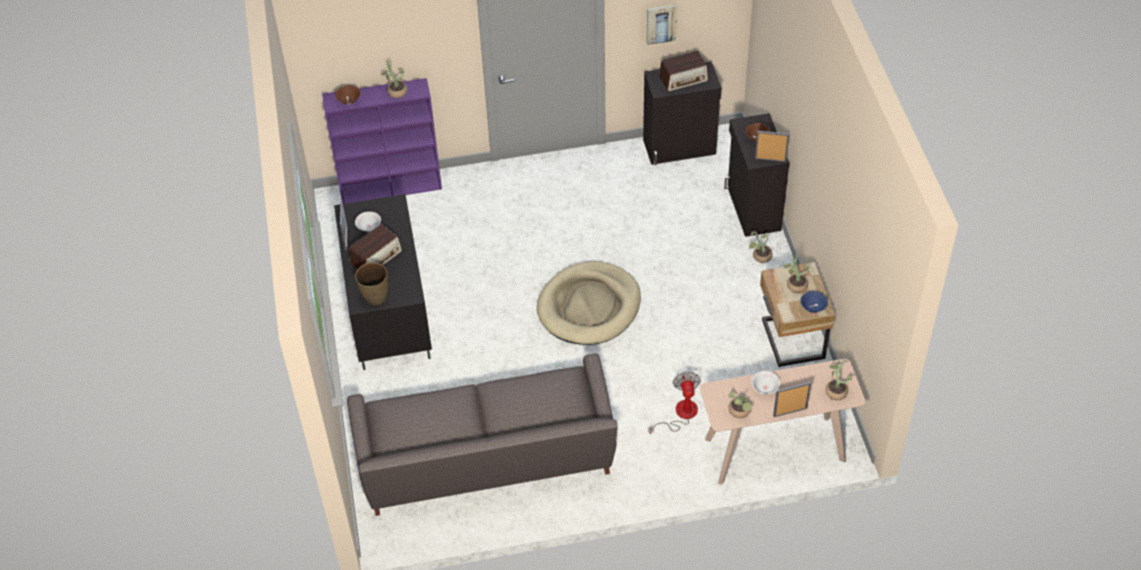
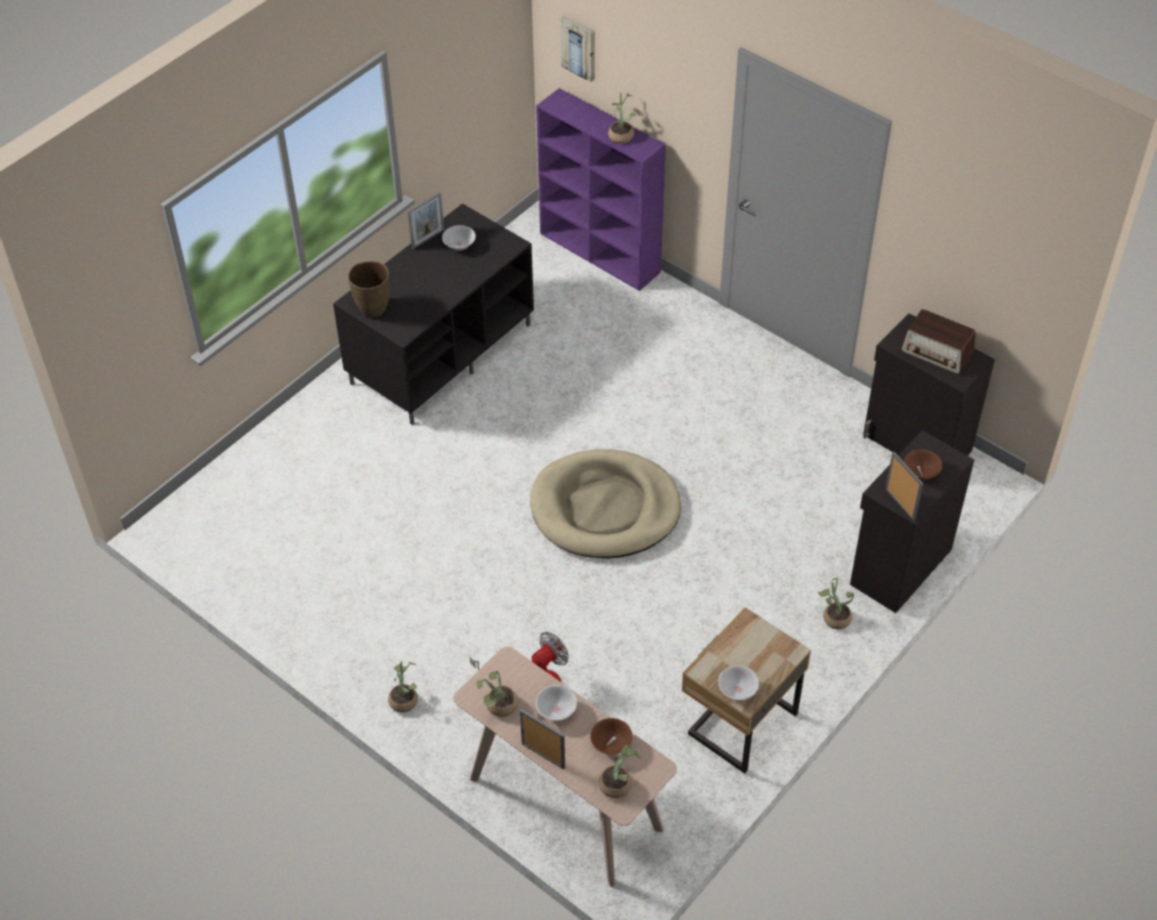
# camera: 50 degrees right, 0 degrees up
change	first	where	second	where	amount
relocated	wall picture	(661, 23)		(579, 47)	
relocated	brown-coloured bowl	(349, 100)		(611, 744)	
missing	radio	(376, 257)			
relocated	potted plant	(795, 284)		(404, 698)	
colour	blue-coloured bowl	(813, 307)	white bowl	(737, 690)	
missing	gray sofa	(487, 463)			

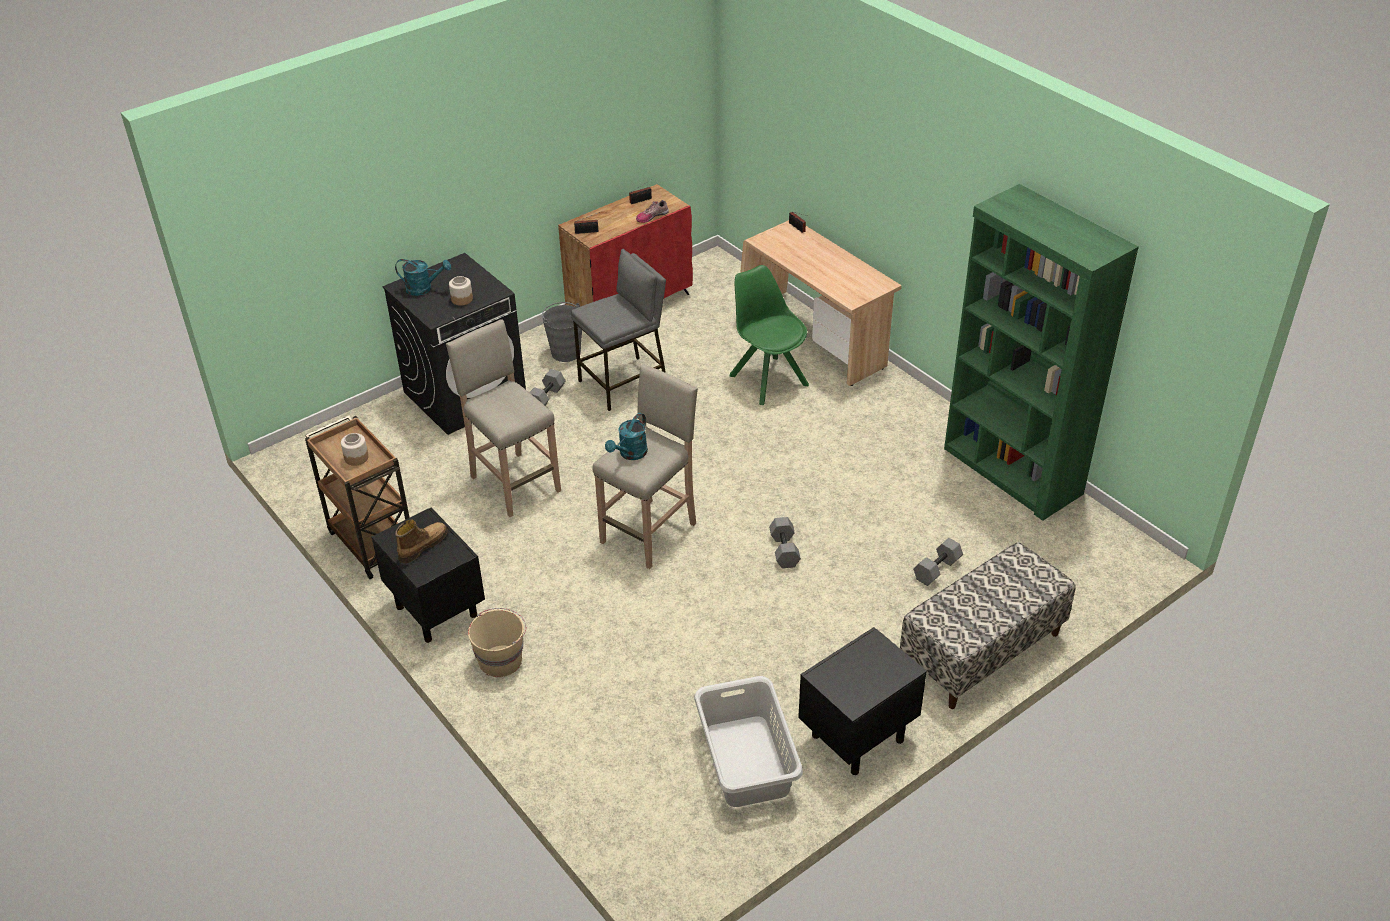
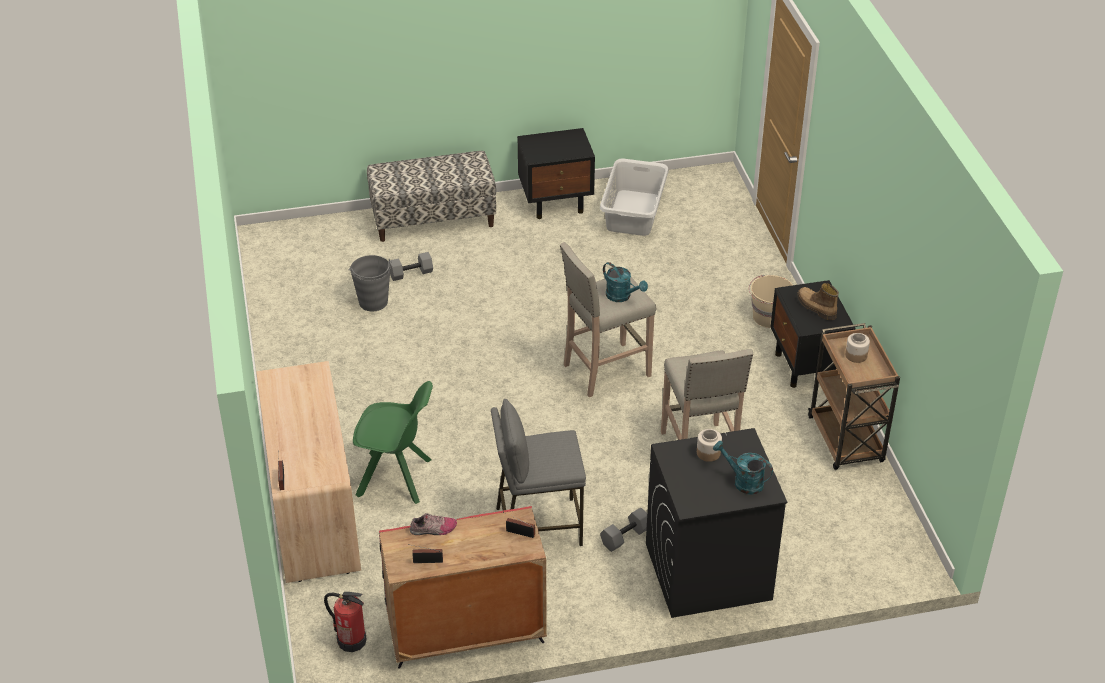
# camera: 155 degrees left, 0 degrees up
change	first	where	second	where	amount
missing	green bookshelf	(1012, 472)			
spun	green chair	(767, 379)		(396, 478)	75 degrees counterclockwise
relocated	gray pail	(566, 353)		(373, 302)	
spun	turquoise-coloured watering pot	(630, 454)		(622, 296)	75 degrees clockwise
missing	gray dumbbell	(785, 550)			
spun	boot	(422, 546)		(815, 307)	75 degrees clockwise
appeared			fire extinguisher	(351, 640)	

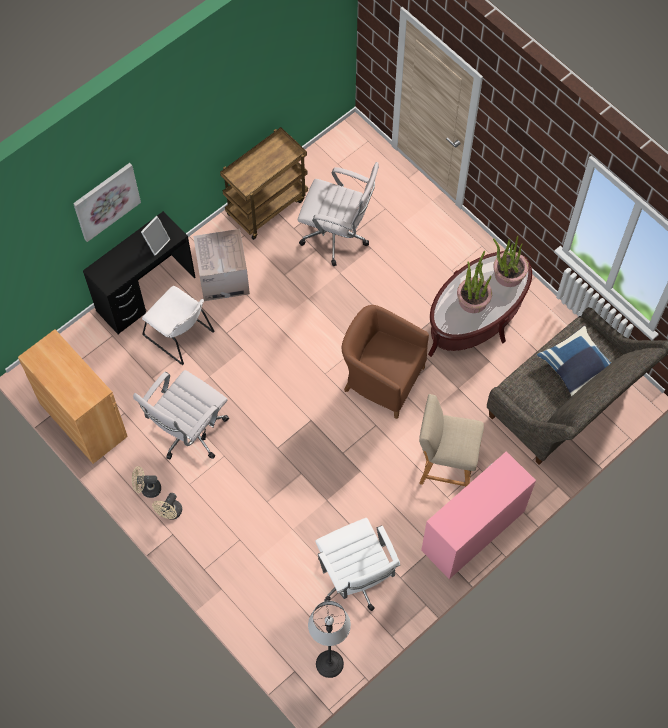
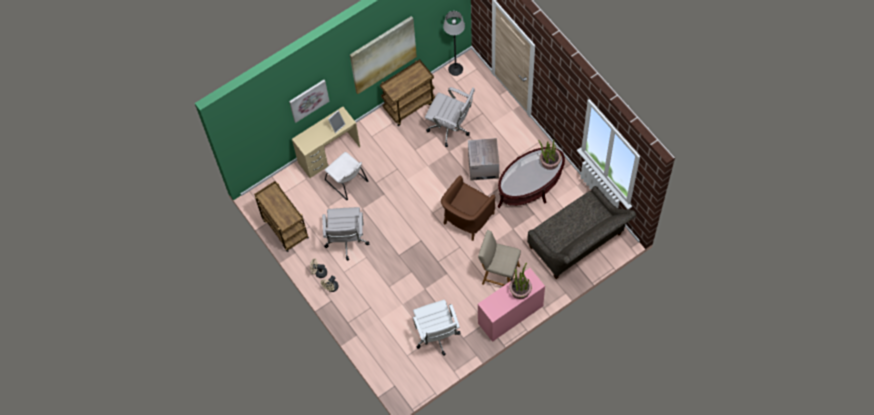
# camera: 10 degrees right, 0 degrees up
change	first	where	second	where	amount
colour	black-coloured desk unit	(145, 293)	sand-coloured desk unit	(329, 154)	
relocated	cardboard box	(223, 277)		(483, 166)	
relocated	potted plant	(473, 300)		(520, 290)	
spun	brown-coloured lounge chair	(381, 379)		(467, 219)	90 degrees counterclockwise
missing	blue-coloured cushion	(575, 366)			
exchanged	brown-coloured cupboard	(83, 420)	brown-coloured trolley	(284, 228)	
spun	white office chair	(188, 433)		(346, 241)	45 degrees counterclockwise
relocated	standard lamp	(329, 663)		(455, 69)	
appeared			wall picture	(383, 54)	

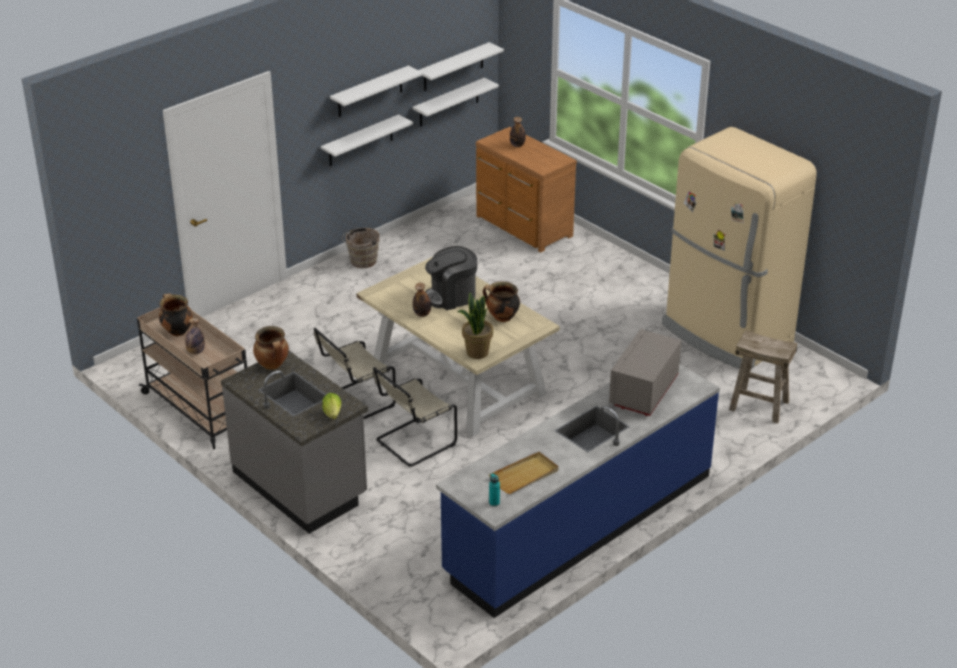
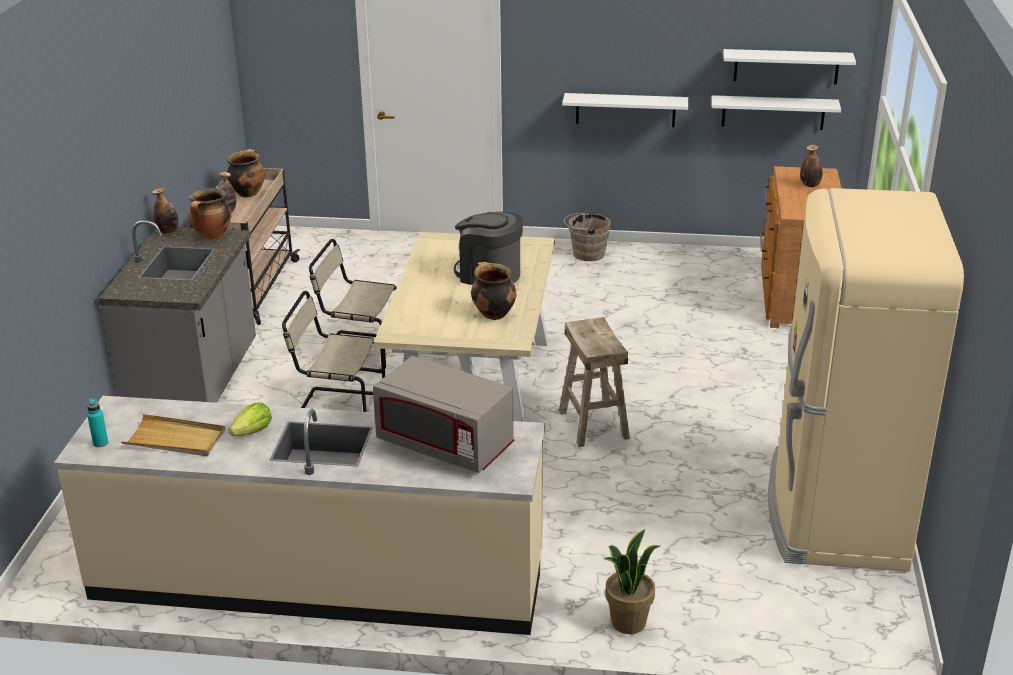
# camera: 50 degrees right, 5 degrees down
change	first	where	second	where	amount
missing	white bracket shelf	(370, 92)			
relocated	drink bottle	(422, 314)		(168, 231)	
relocated	potted plant	(477, 352)		(628, 622)	
spun	gray microwave	(643, 391)		(445, 445)	135 degrees counterclockwise
relocated	sand-coloured stool	(758, 406)		(593, 424)	
colour	blue-coloured counter	(579, 524)	sand-coloured counter	(318, 579)	
relocated	head of lettuce	(332, 413)		(253, 432)	

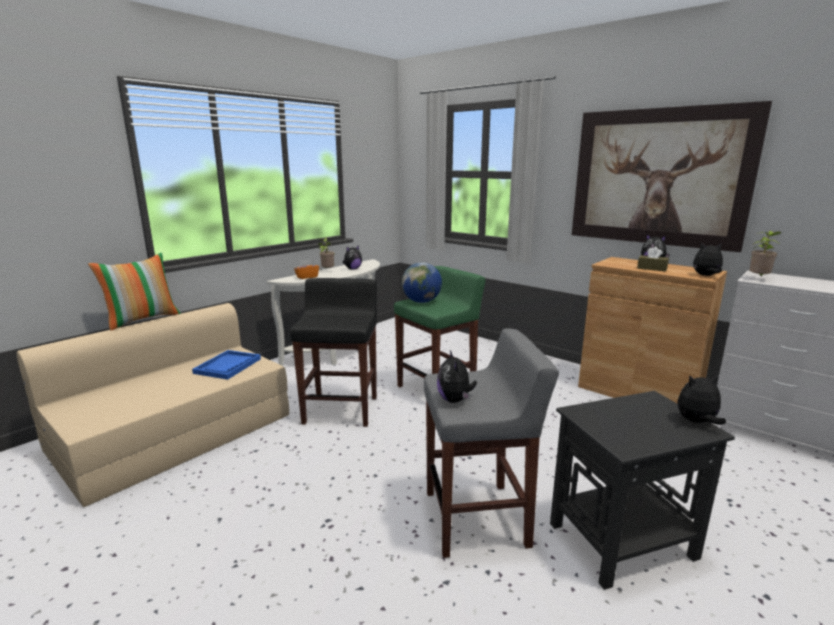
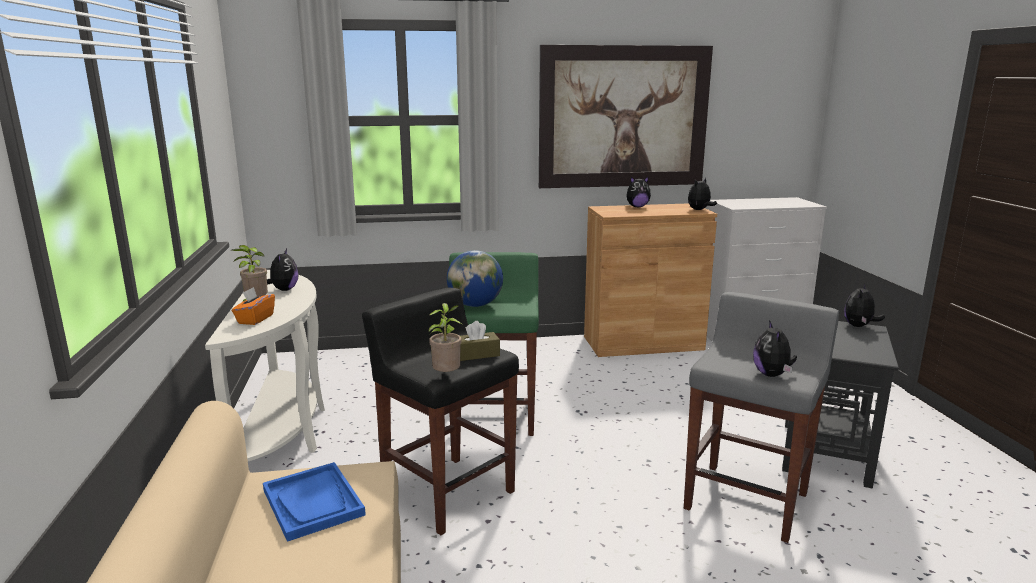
# camera: 50 degrees left, 0 degrees up
change	first	where	second	where	amount
relocated	potted plant	(759, 279)		(447, 376)	
relocated	brown-coloured tissue holder	(652, 268)		(477, 354)	
missing	cushion	(142, 319)			
spun	plush toy	(455, 400)		(772, 375)	60 degrees clockwise

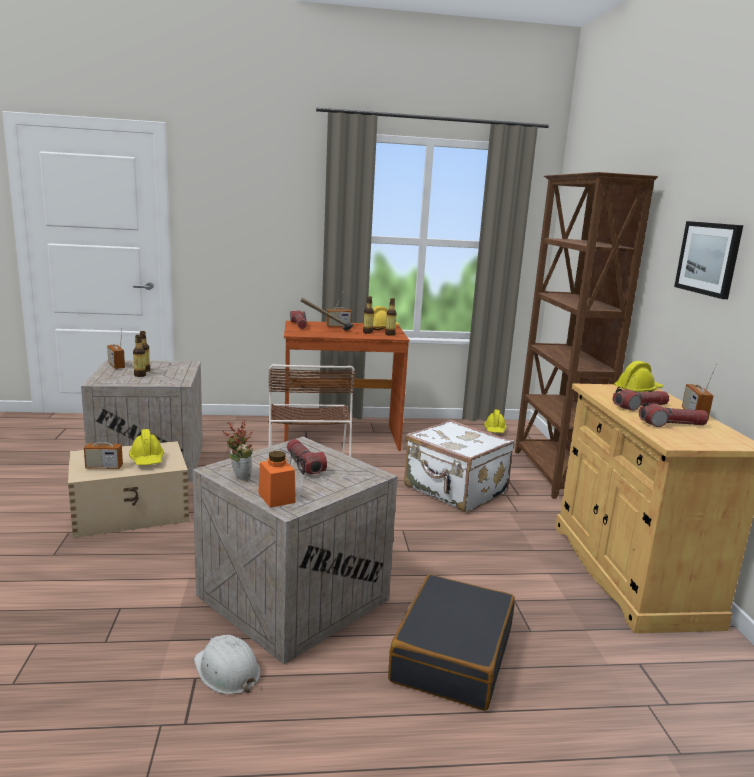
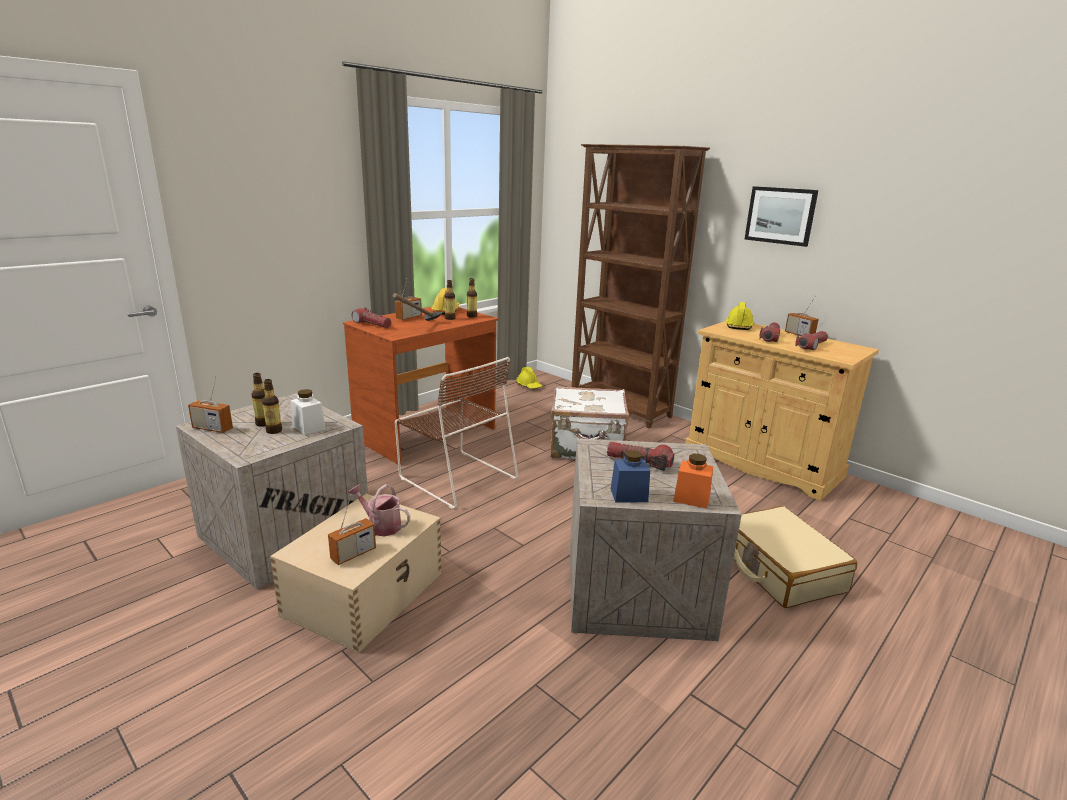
# camera: 40 degrees left, 5 degrees up
change	first	where	second	where	amount
exchanged	potted plant	(238, 477)	blue-coloured storage jar	(629, 495)	
exchanged	yellow safety helmet	(147, 460)	watering pot	(381, 525)	
colour	black-coloured piece of luggage	(451, 655)	sand-coloured piece of luggage	(779, 569)	
missing	white safety helmet	(227, 670)			
appeared			white storage jar	(308, 427)	

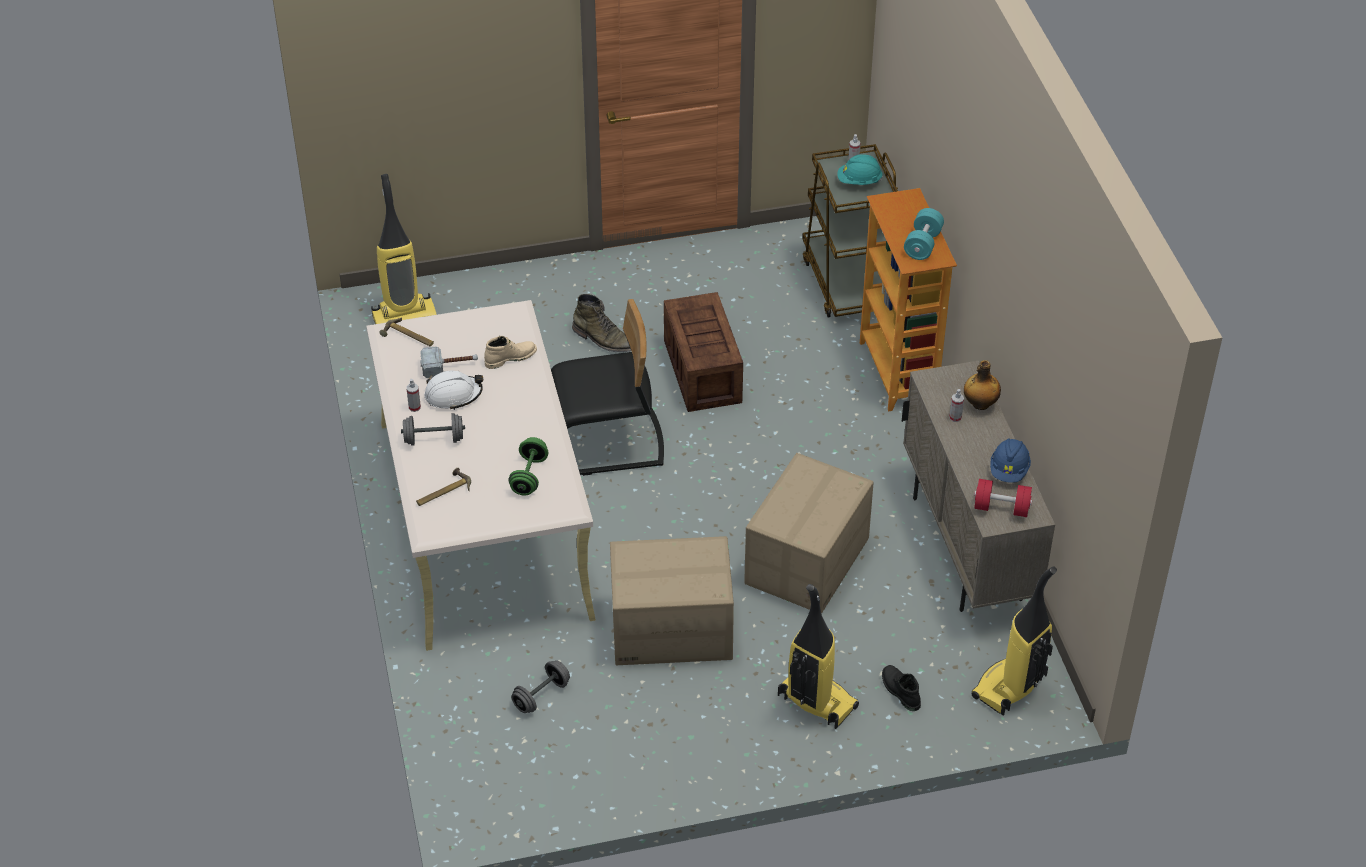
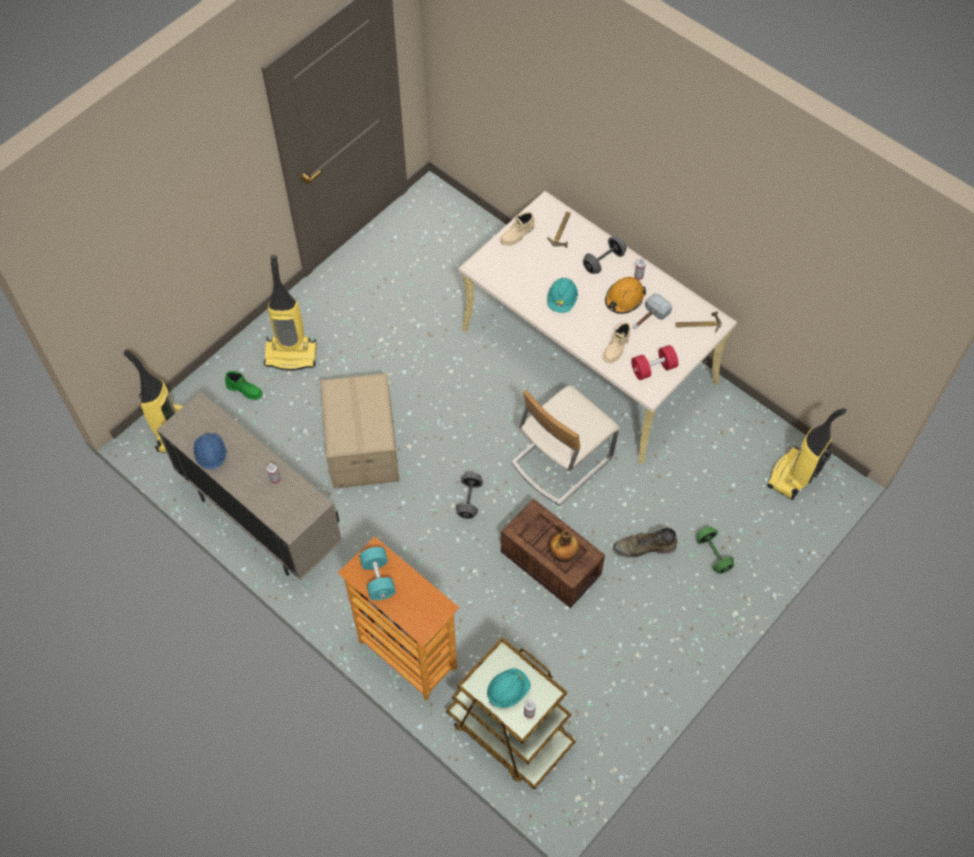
# camera: 145 degrees right, 15 degrees up
change	first	where	second	where	amount
colour	black-coloured chair	(610, 443)	sand-coloured chair	(561, 460)	
relocated	drink bottle	(980, 404)		(563, 554)	
colour	white safety helmet	(453, 395)	orangey safety helmet	(624, 299)	
relocated	green dumbbell	(529, 476)		(713, 554)	
relocated	red dumbbell	(1001, 508)		(653, 368)	
missing	cardboard box	(671, 630)			
relocated	gray dumbbell	(541, 696)		(469, 500)	
colour	black-coloured boot	(899, 691)	green boot	(245, 390)	
appeared			sand-coloured boot	(517, 235)	
appeared			turquoise-coloured safety helmet	(562, 301)	

